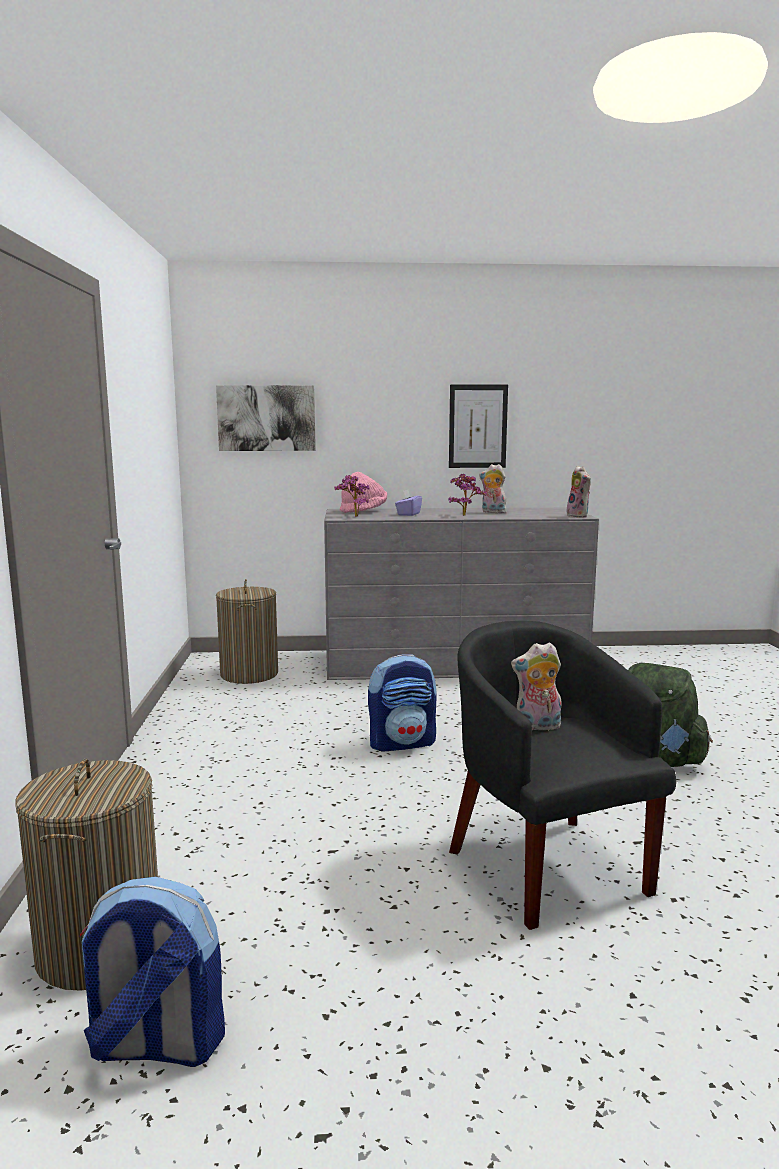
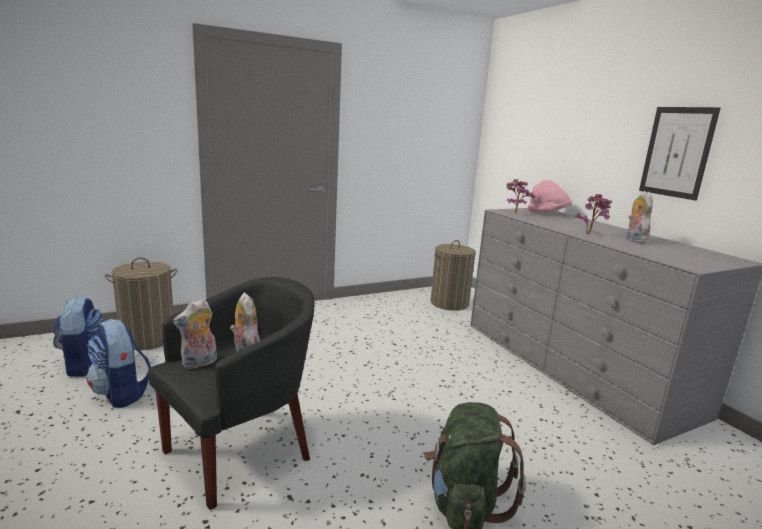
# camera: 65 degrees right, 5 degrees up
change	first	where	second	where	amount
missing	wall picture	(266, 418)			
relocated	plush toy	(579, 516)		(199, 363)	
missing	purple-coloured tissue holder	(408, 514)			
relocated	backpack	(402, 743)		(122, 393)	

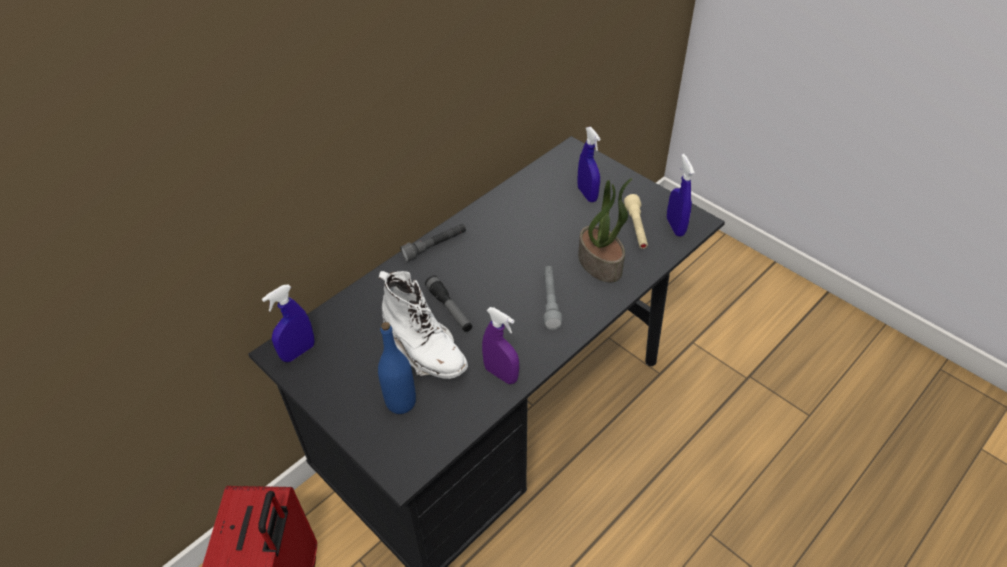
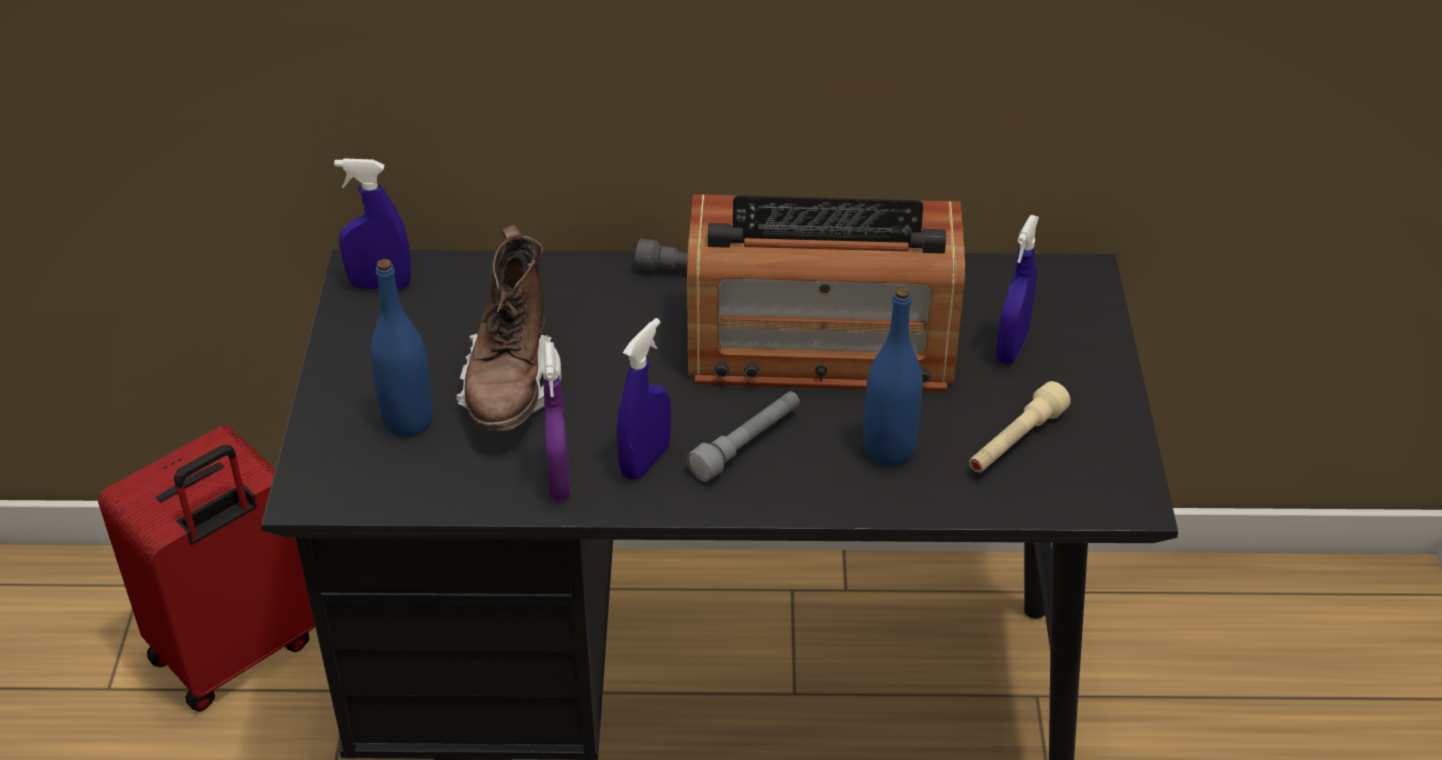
# camera: 45 degrees right, 5 degrees down
change	first	where	second	where	amount
relocated	blue-coloured hand sprayer	(675, 227)		(645, 461)	
exchanged	potted plant	(601, 263)	blue-coloured drink bottle	(889, 449)	
colour	white boot	(424, 351)	brown-coloured boot	(511, 387)	
missing	hand torch	(449, 309)			
appeared			radio	(820, 346)	

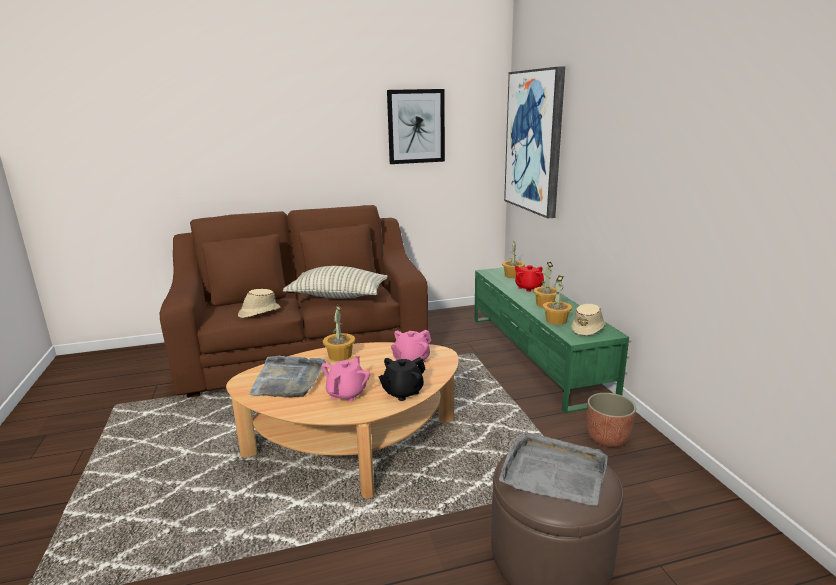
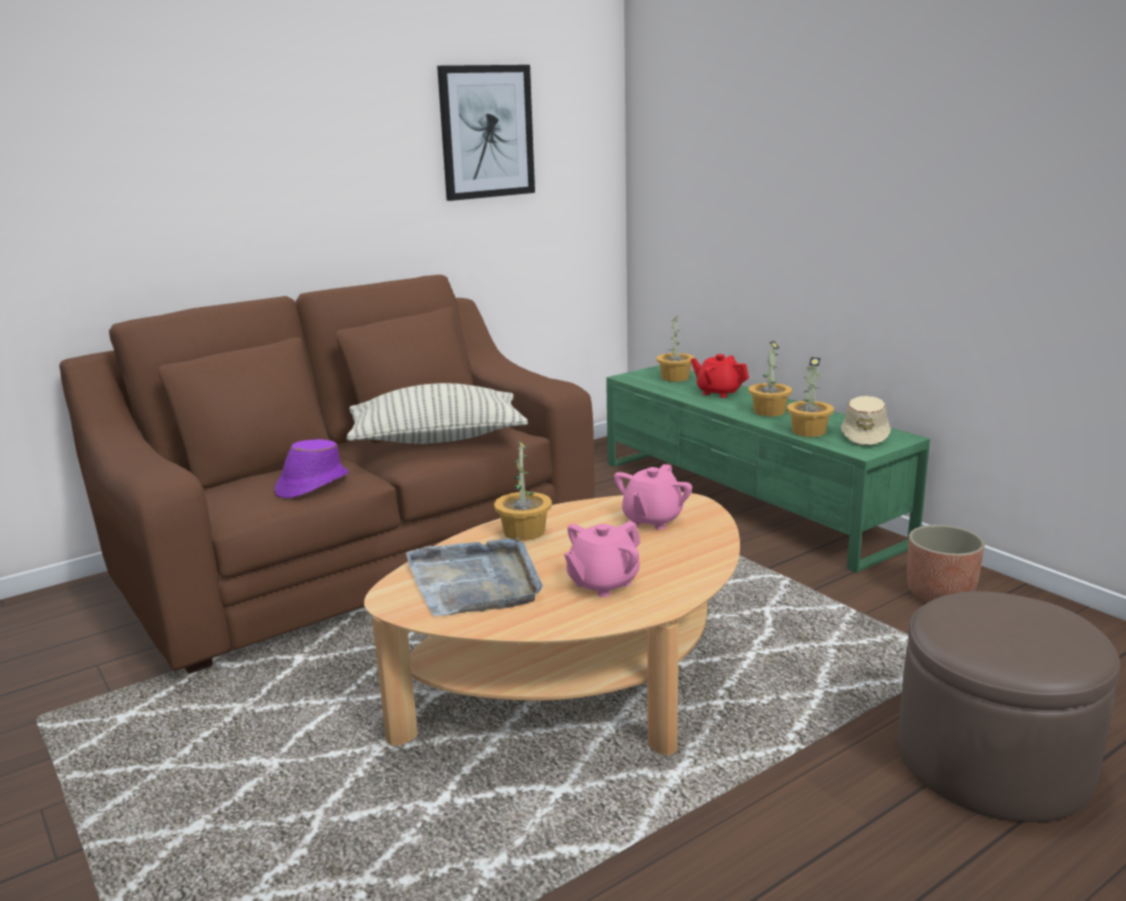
# camera: 20 degrees left, 0 degrees up
change	first	where	second	where	amount
missing	wall picture	(534, 141)			
colour	sand-coloured clothing hat	(259, 312)	purple-coloured clothing hat	(311, 485)	
spun	pinkish teapot	(347, 393)		(602, 583)	135 degrees counterclockwise
missing	black-coloured teapot	(402, 392)			
missing	gray serving tray	(553, 472)			

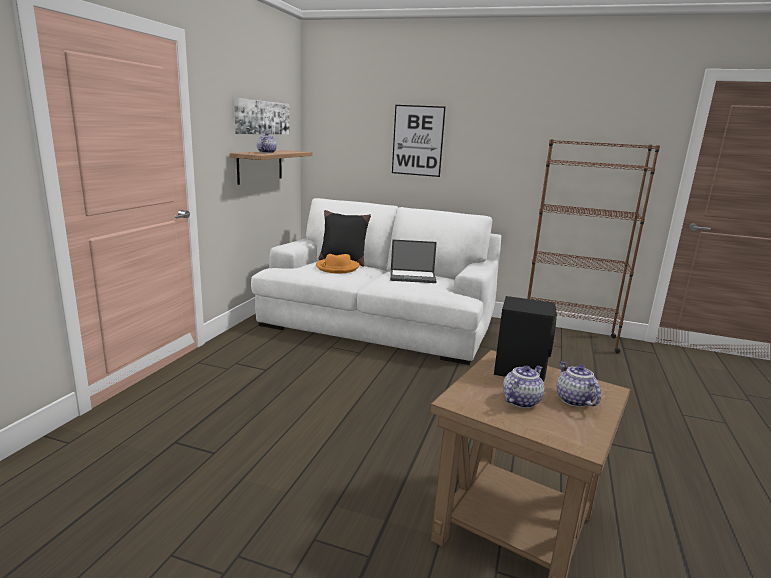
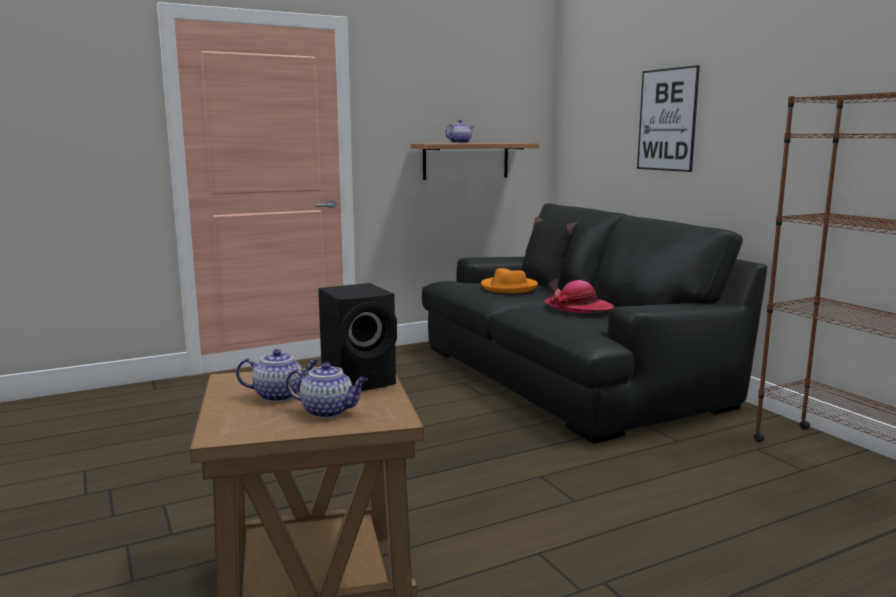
# camera: 45 degrees right, 5 degrees down
change	first	where	second	where	amount
missing	wall picture	(262, 117)			
colour	white sofa	(379, 322)	black-coloured sofa	(569, 374)	
exchanged	portable computer	(413, 276)	clothing hat	(578, 307)	
spun	teapot	(573, 399)		(328, 411)	75 degrees clockwise

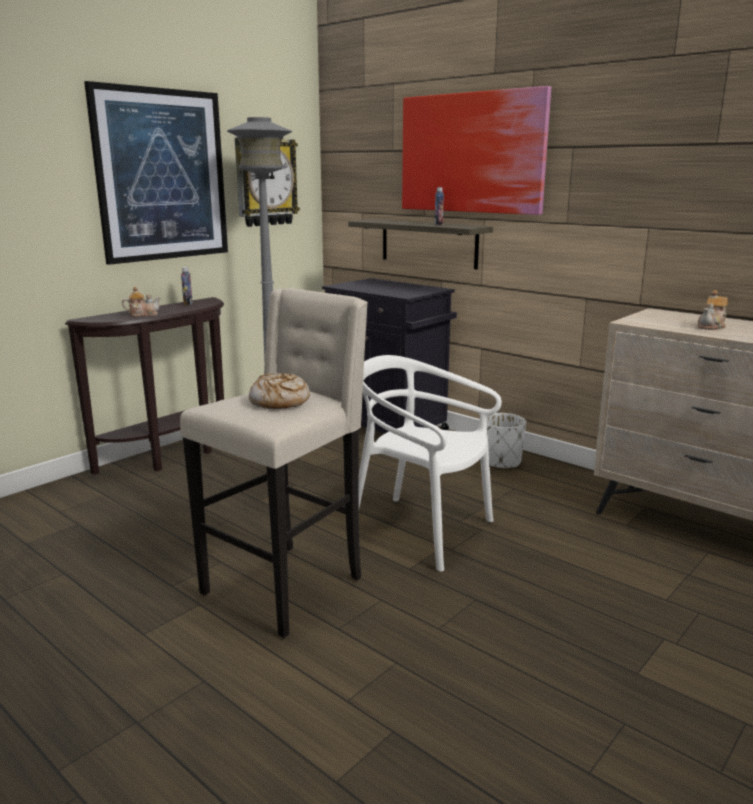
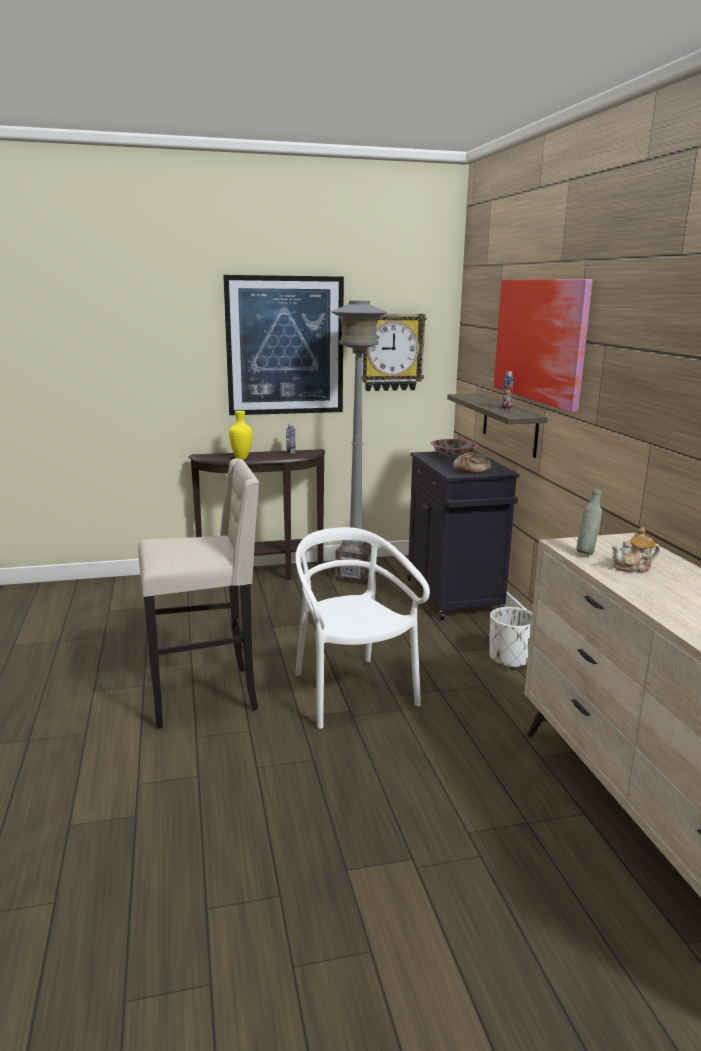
# camera: 35 degrees right, 0 degrees up
change	first	where	second	where	amount
exchanged	teapot	(143, 314)	yellow flower vase	(241, 458)	
relocated	baked bread	(279, 401)		(471, 470)	
appeared			bowl	(453, 456)	
appeared			gray drink bottle	(586, 552)	

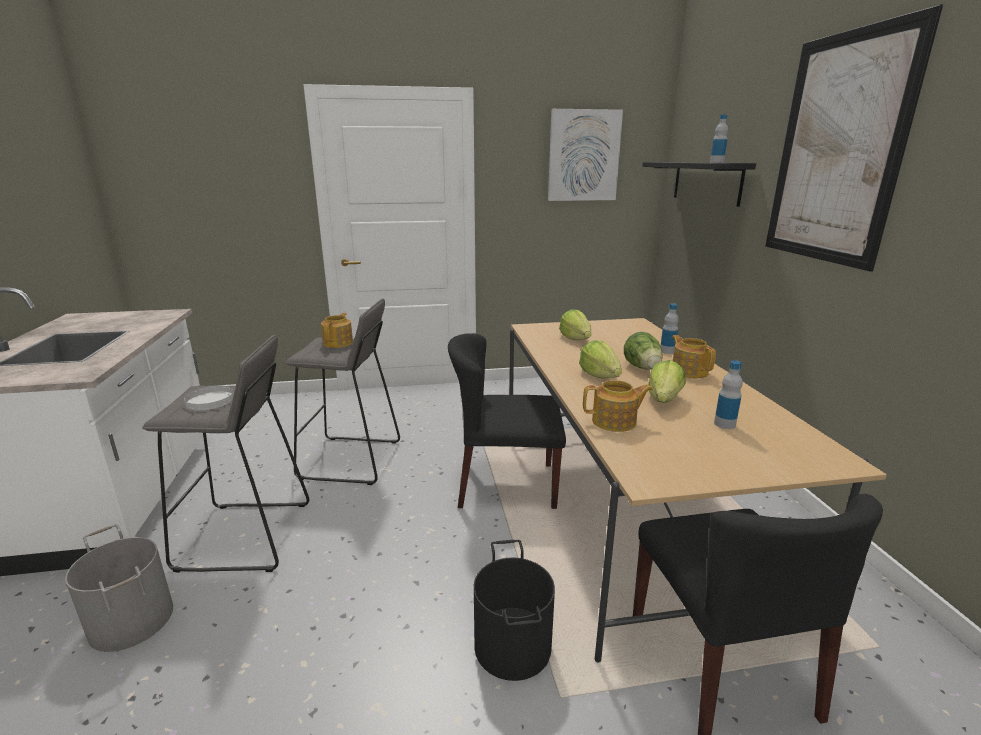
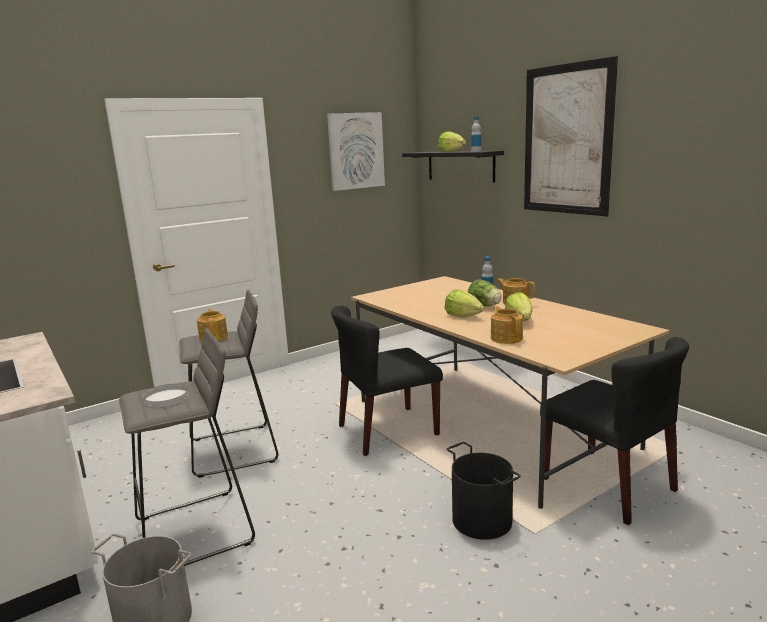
# camera: 25 degrees left, 5 degrees down
change	first	where	second	where	amount
relocated	head of lettuce	(576, 339)		(451, 151)	
missing	drink bottle	(724, 424)			
spun	teapot	(615, 422)		(506, 338)	75 degrees counterclockwise

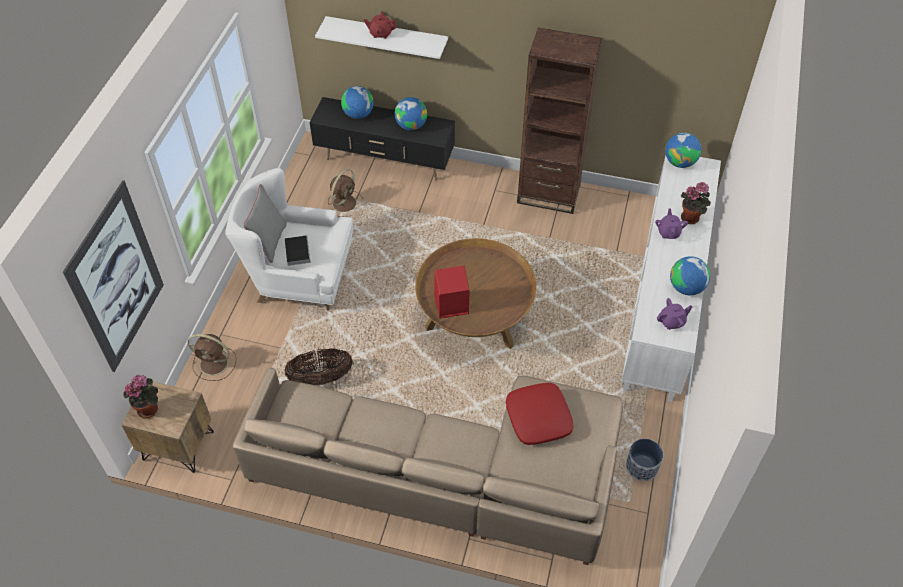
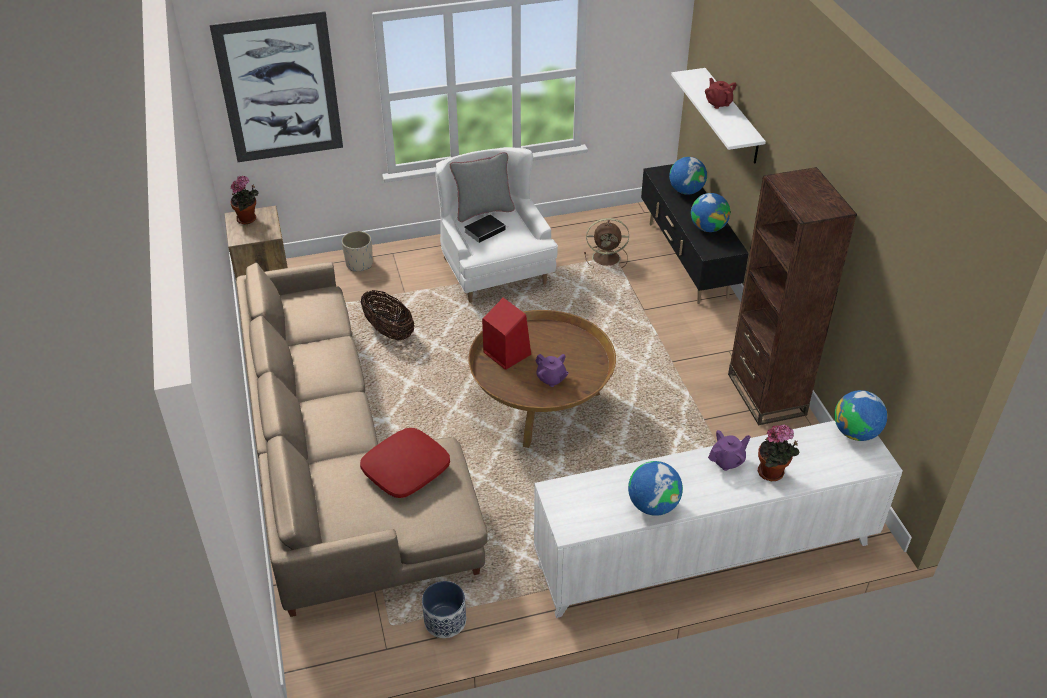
# camera: 60 degrees right, 10 degrees down
change	first	where	second	where	amount
relocated	purple-coloured teapot	(672, 322)		(551, 379)	
exchanged	brown-coloured electric fan	(215, 364)	sand-coloured planter	(359, 264)	

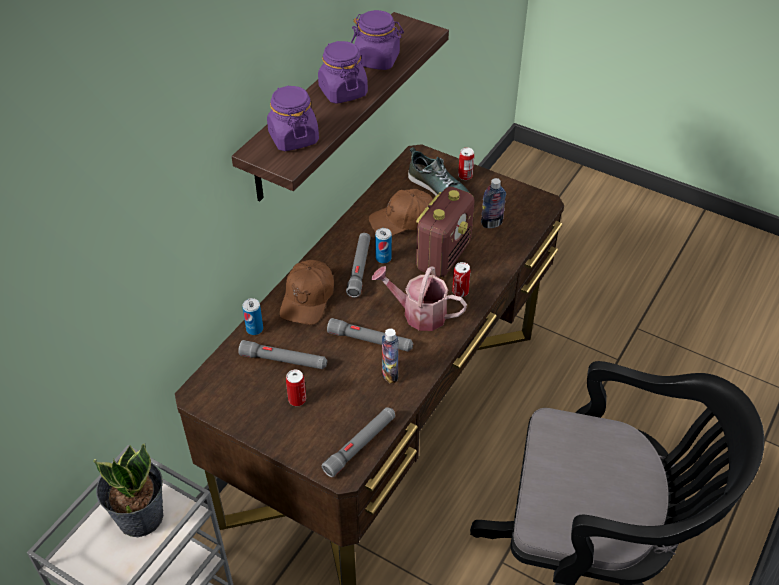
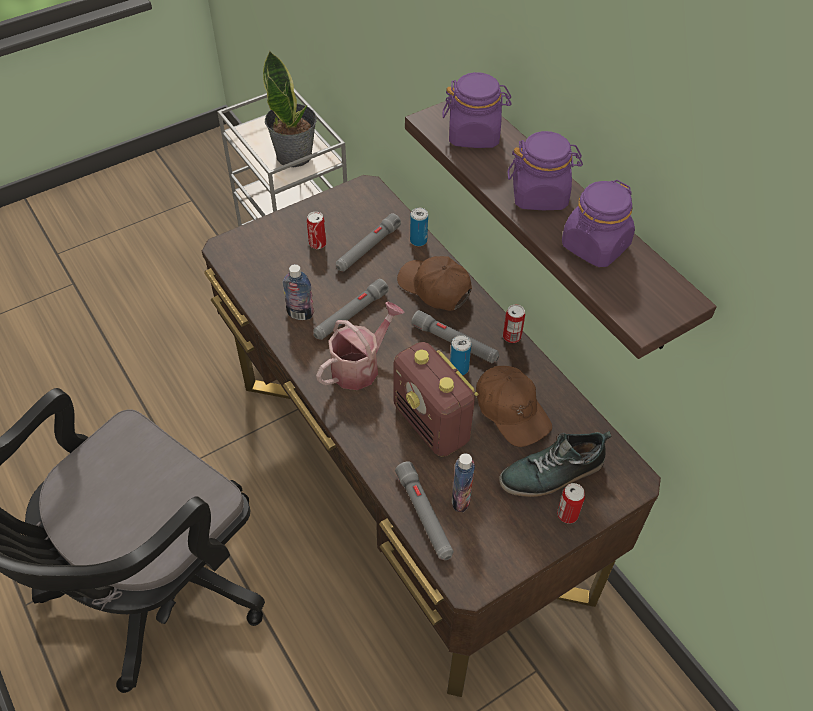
# camera: 115 degrees right, 5 degrees up
change	first	where	second	where	amount
spun	brown-coloured cap	(403, 220)		(512, 411)	135 degrees clockwise
relocated	sealed can	(460, 292)		(512, 336)	
relocated	gray hand torch	(360, 445)		(424, 515)	

